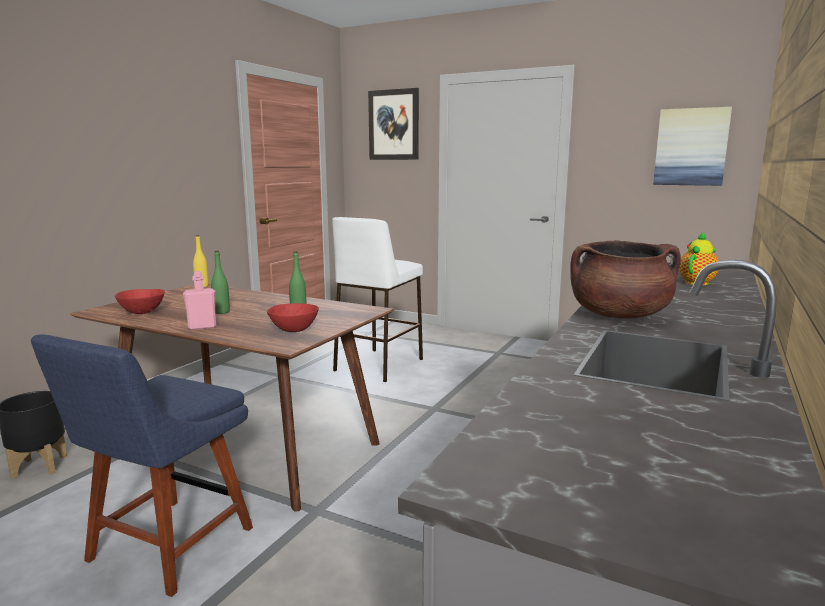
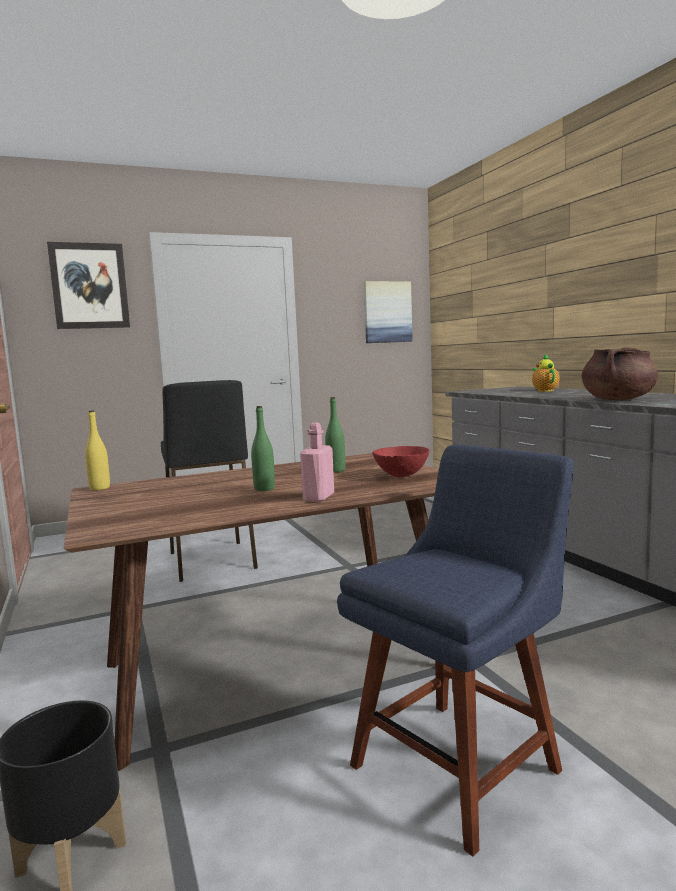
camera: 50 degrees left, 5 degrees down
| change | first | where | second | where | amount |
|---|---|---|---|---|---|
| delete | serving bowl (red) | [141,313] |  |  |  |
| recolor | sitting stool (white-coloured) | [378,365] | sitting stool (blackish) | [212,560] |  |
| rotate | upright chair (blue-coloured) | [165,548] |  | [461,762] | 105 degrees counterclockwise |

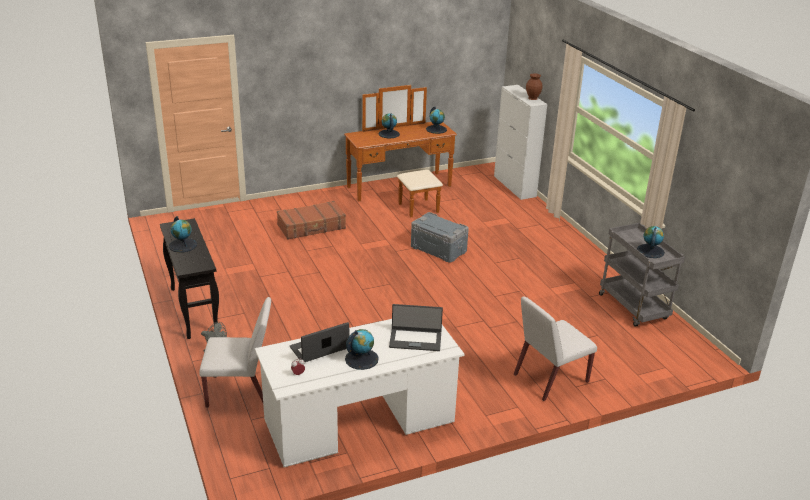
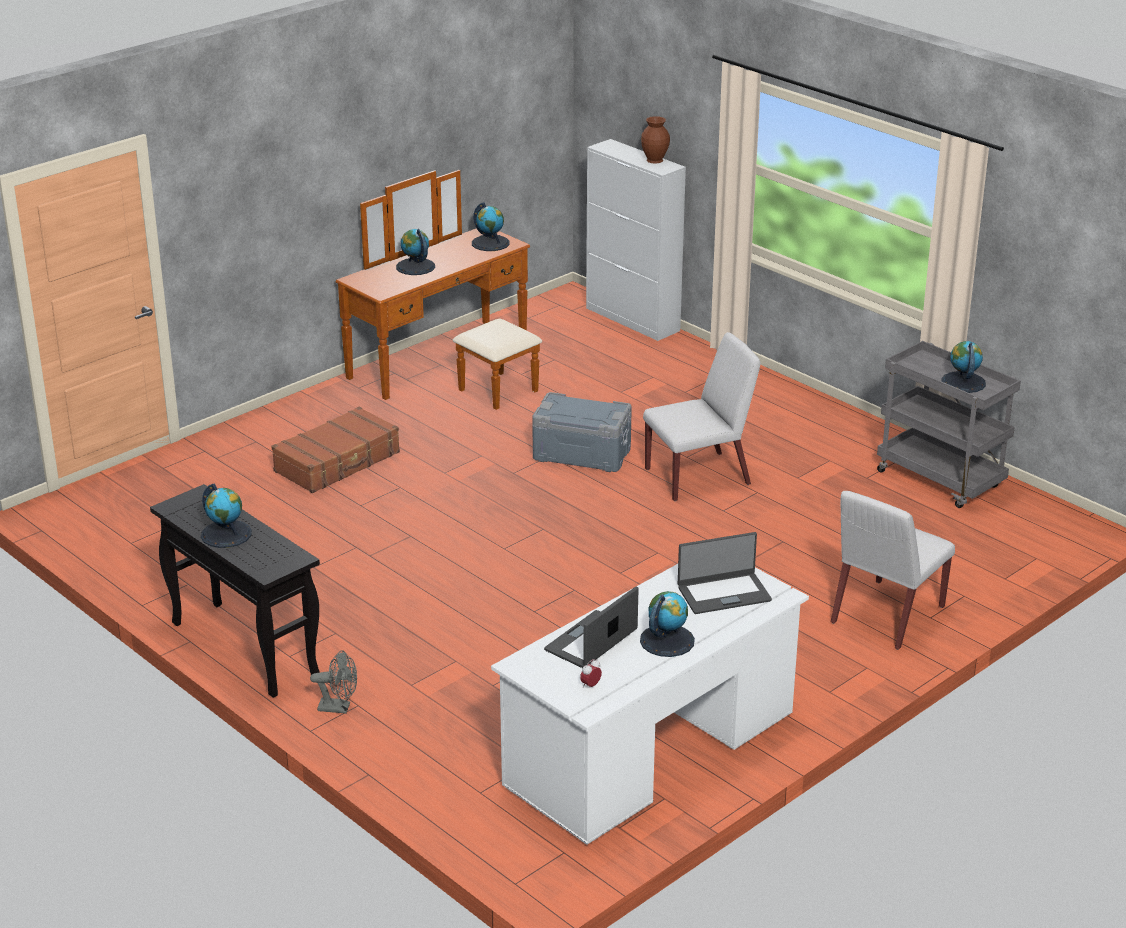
camera: 20 degrees left, 0 degrees up
| change | first | where | second | where | amount |
|---|---|---|---|---|---|
| move | upright chair (white-coloured) | [241,392] |  | [699,476] |  |

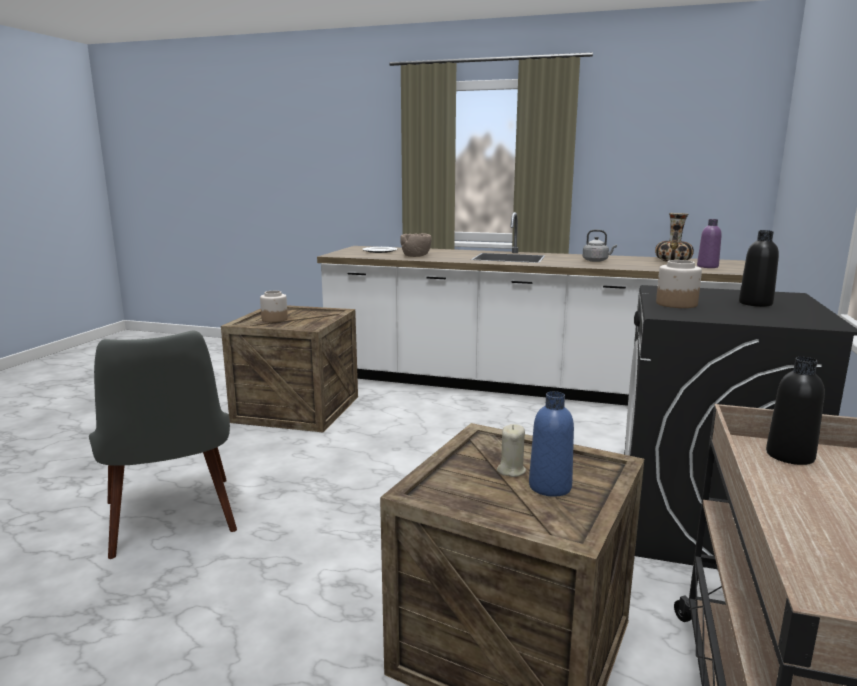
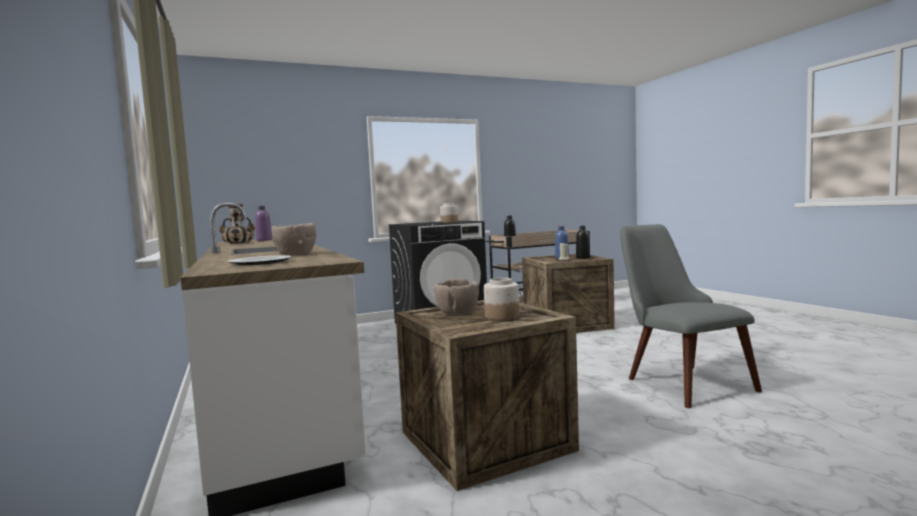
camera: 130 degrees left, 10 degrees down
| change | first | where | second | where | amount |
|---|---|---|---|---|---|
| delete | water kettle (grey) | [596,261] |  |  |  |
| insert |  |  | serving bowl (brownish) | [457,313] |  |
| move | beverage bottle (blackish) | [755,303] |  | [583,258] |  |
| rotate | upright chair (grey) | [173,525] |  | [678,380] | 45 degrees counterclockwise |

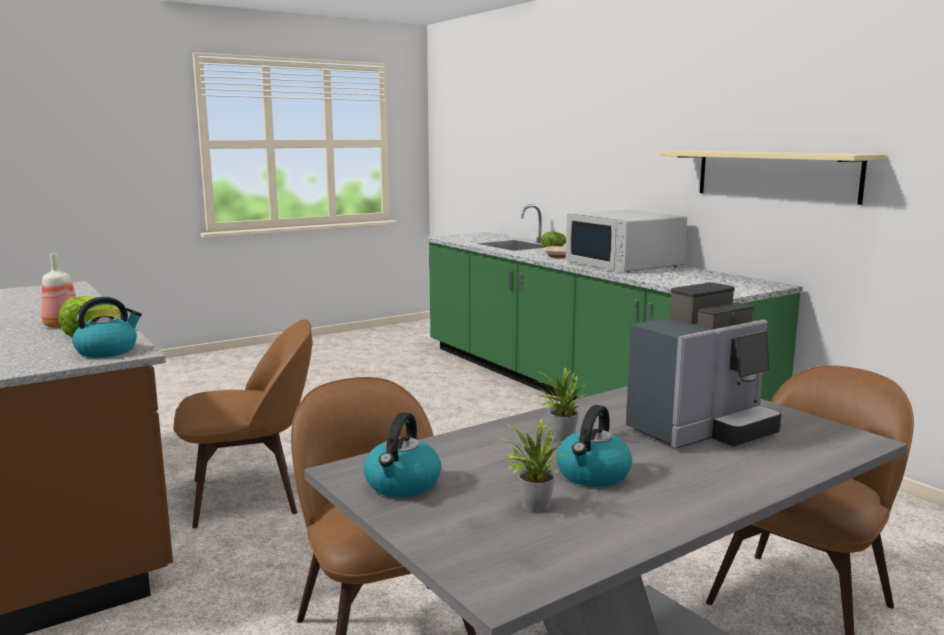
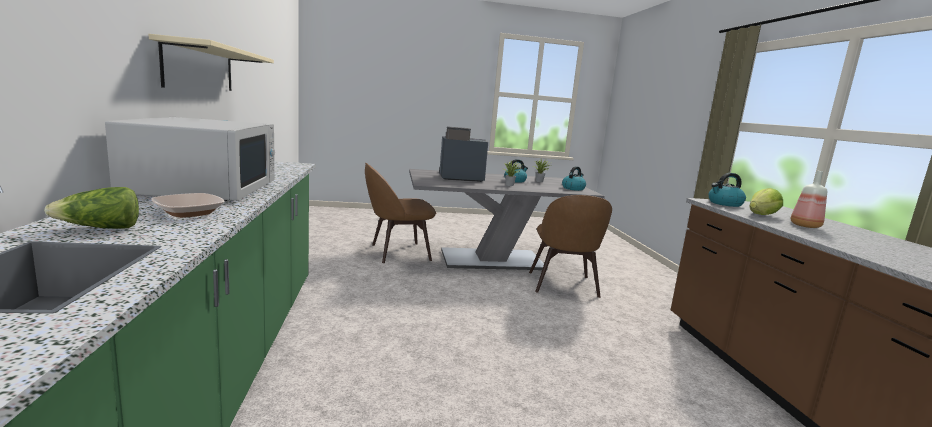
camera: 155 degrees left, 0 degrees up
| change | first | where | second | where | amount |
|---|---|---|---|---|---|
| delete | upright chair (brownish) | [250,495] |  |  |  |

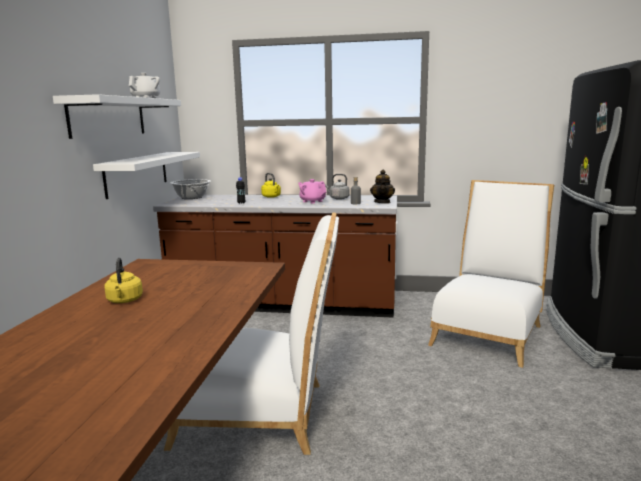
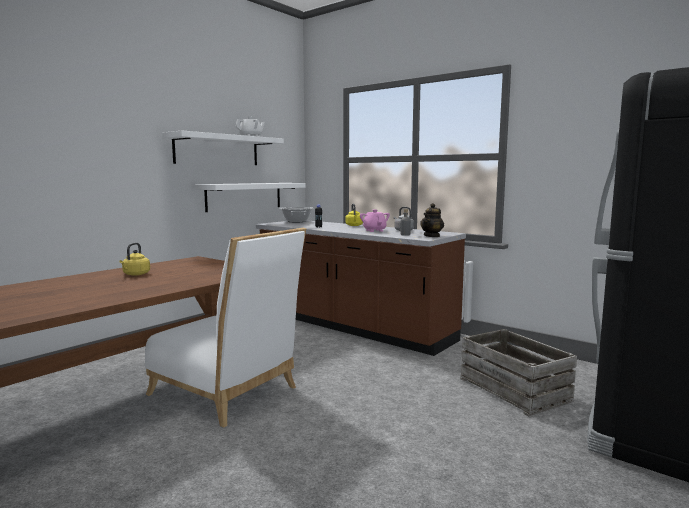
camera: 30 degrees right, 5 degrees down
| change | first | where | second | where | amount |
|---|---|---|---|---|---|
| replace | upright chair (white-coloured) | [488,332] | shipping crate | [514,389] |  |

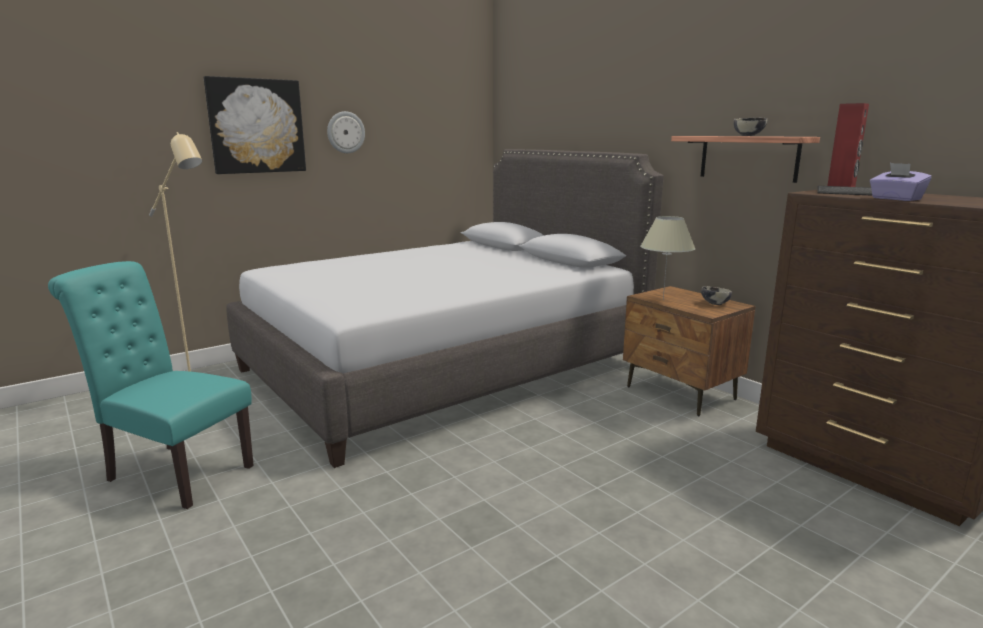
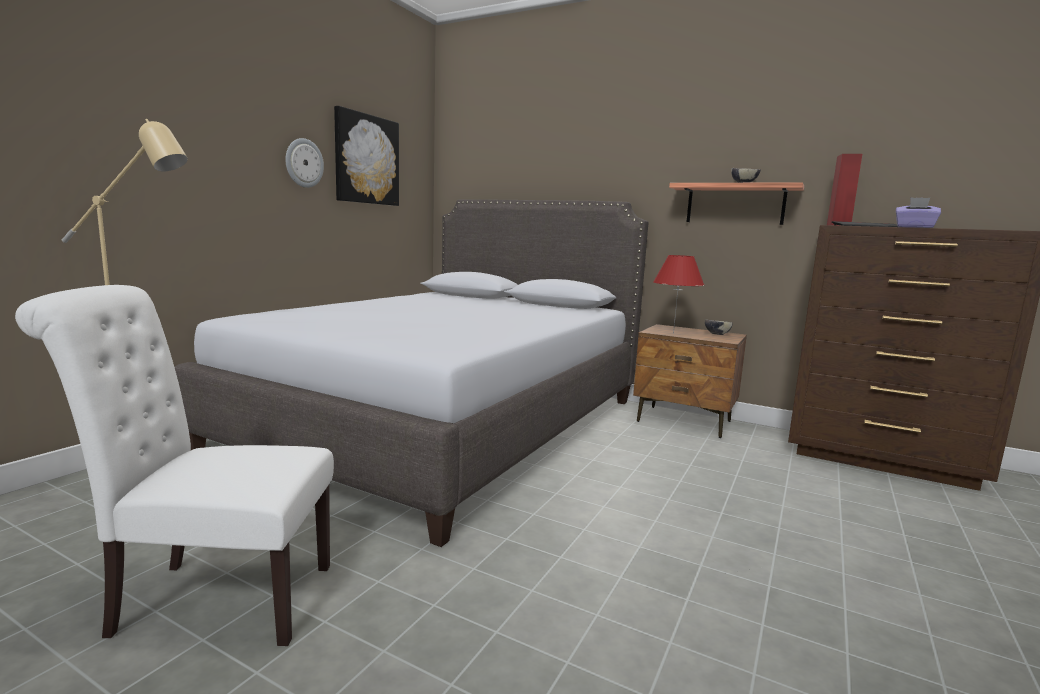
camera: 25 degrees left, 5 degrees down
| change | first | where | second | where | amount |
|---|---|---|---|---|---|
| move | wall art | [256,126] |  | [366,159] |  |
| recolor | upright chair (turquoise-coloured) | [173,472] | upright chair (white-coloured) | [212,599] |  |
| recolor | tabletop lamp (beige) | [663,300] | tabletop lamp (red) | [673,333] |  |

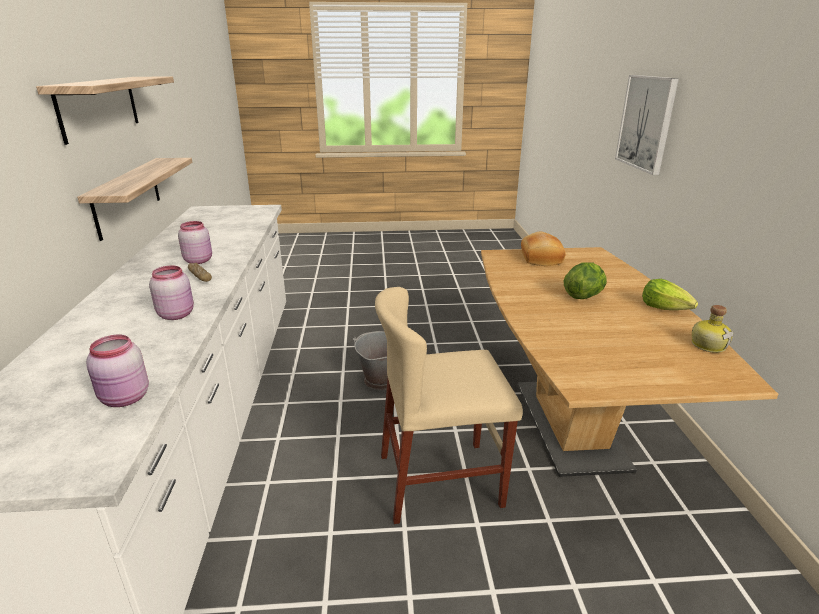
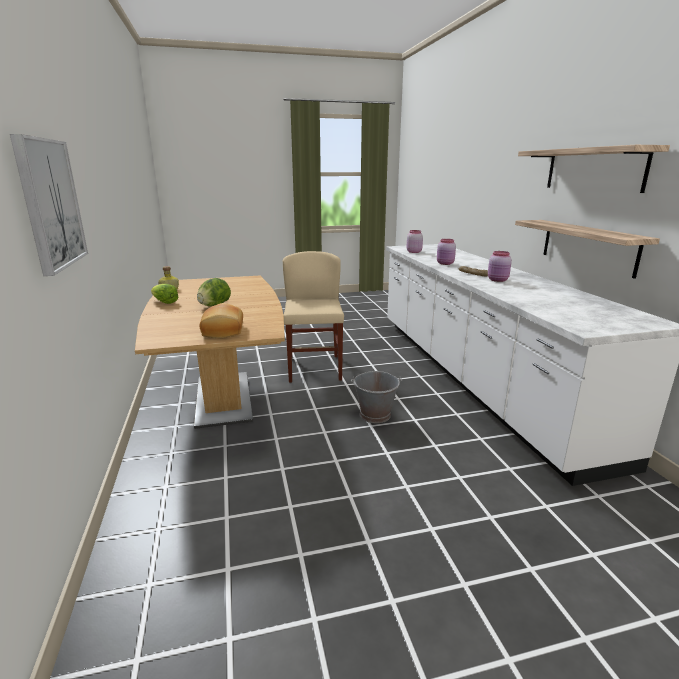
camera: 170 degrees right, 5 degrees down
| change | first | where | second | where | amount |
|---|---|---|---|---|---|
| rotate | upright chair (beige) | [440,480] |  | [314,368] | 75 degrees counterclockwise |

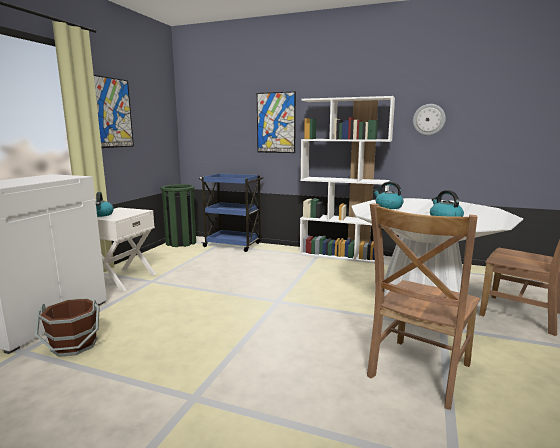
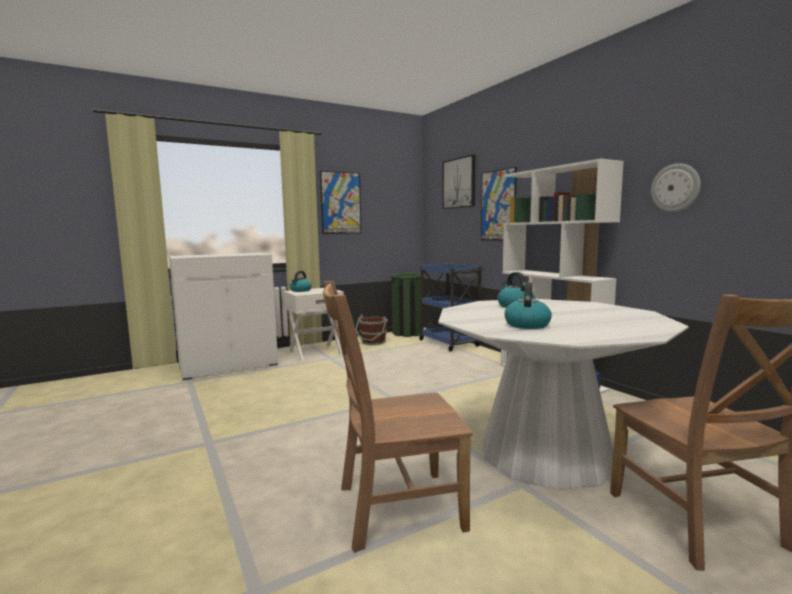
camera: 40 degrees right, 5 degrees down
| change | first | where | second | where | amount |
|---|---|---|---|---|---|
| insert |  |  | wall art | [459,183] |  |
| move | bucket (brownish) | [74,345] |  | [373,342] |  |

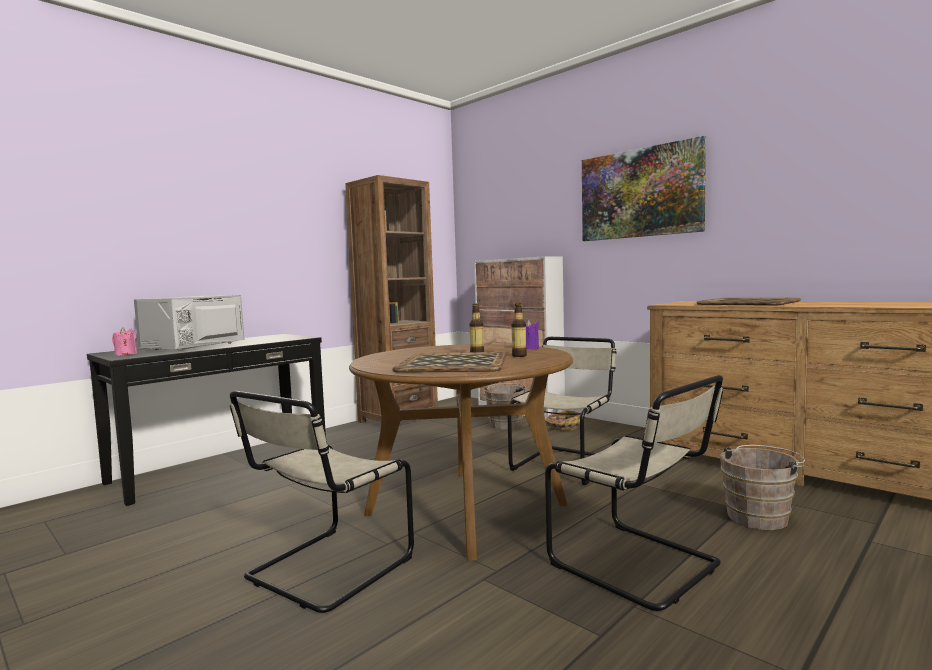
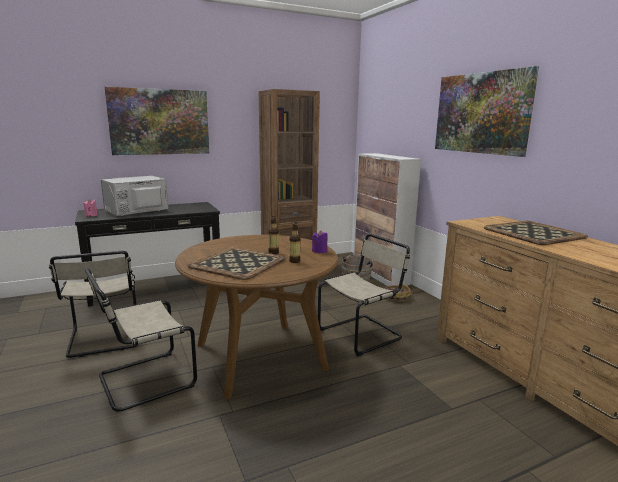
camera: 20 degrees right, 10 degrees up
| change | first | where | second | where | amount |
|---|---|---|---|---|---|
| delete | bucket (brownish) | [760,516] |  |  |  |
| insert |  |  | wall art | [159,122] |  |
| move | upright chair (beige) | [639,566] |  | [104,339] |  |

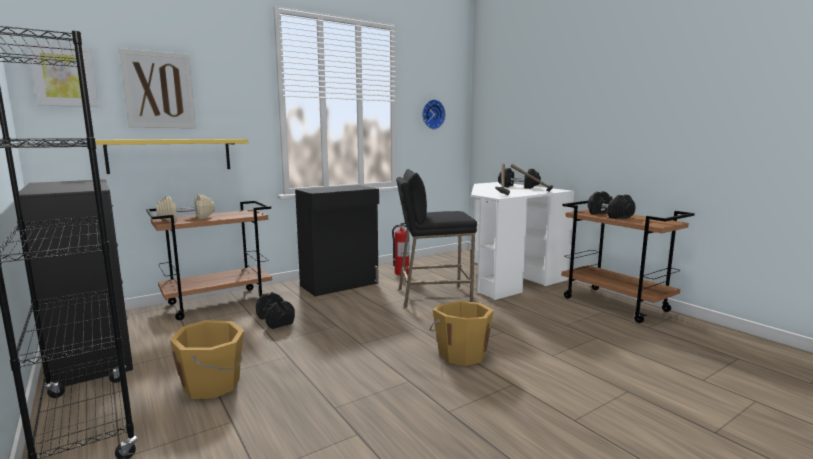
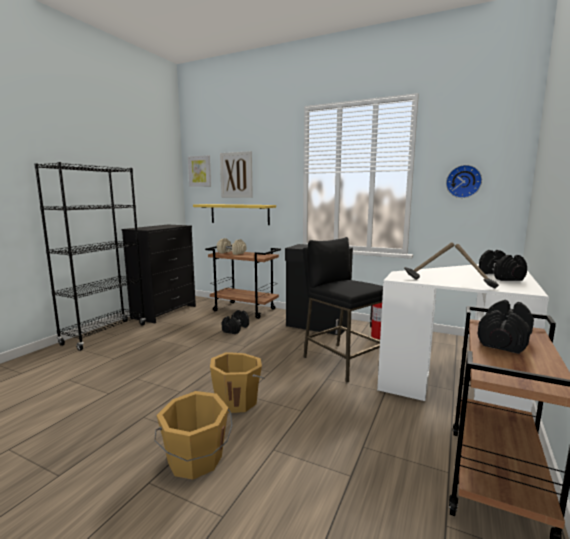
camera: 60 degrees right, 0 degrees up
| change | first | where | second | where | amount |
|---|---|---|---|---|---|
| move | bucket (orange) | [213,385] |  | [195,460] |  |

